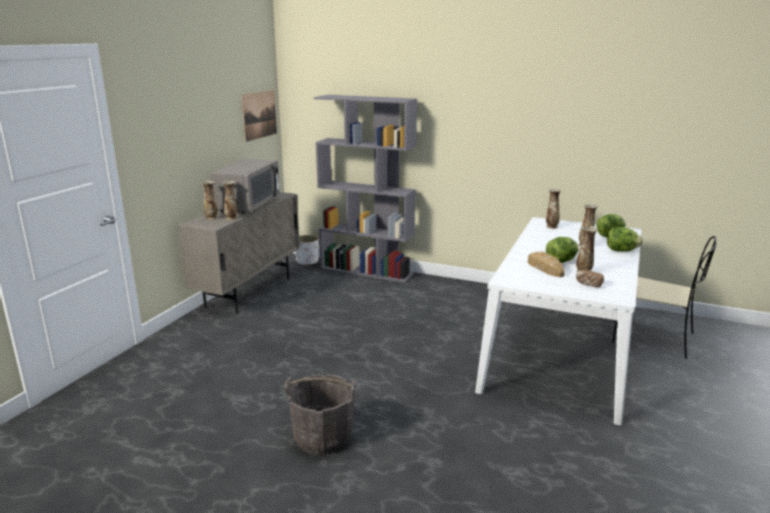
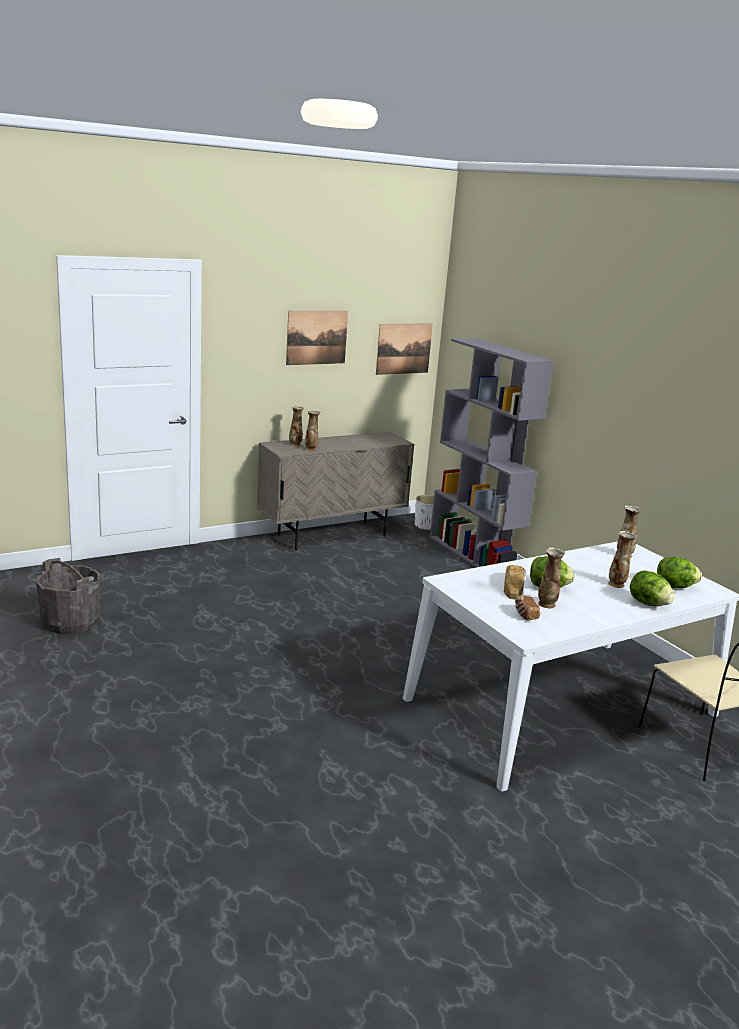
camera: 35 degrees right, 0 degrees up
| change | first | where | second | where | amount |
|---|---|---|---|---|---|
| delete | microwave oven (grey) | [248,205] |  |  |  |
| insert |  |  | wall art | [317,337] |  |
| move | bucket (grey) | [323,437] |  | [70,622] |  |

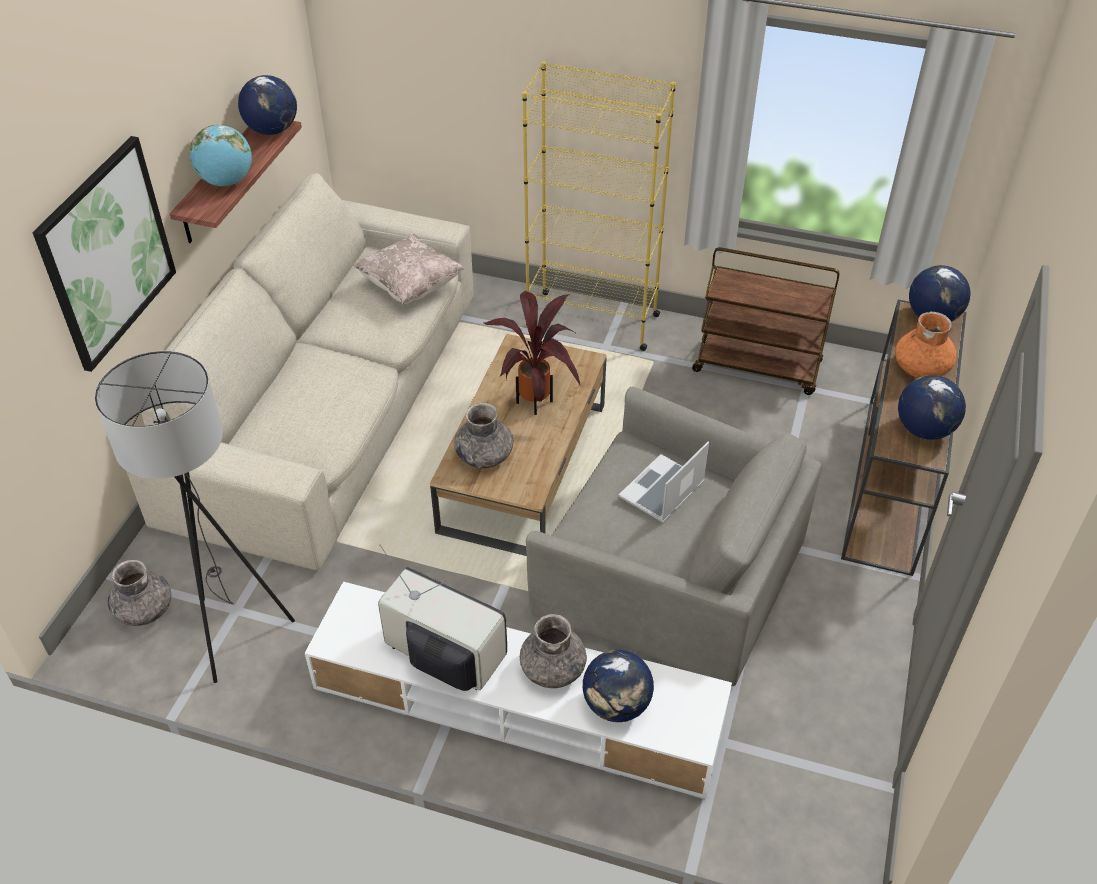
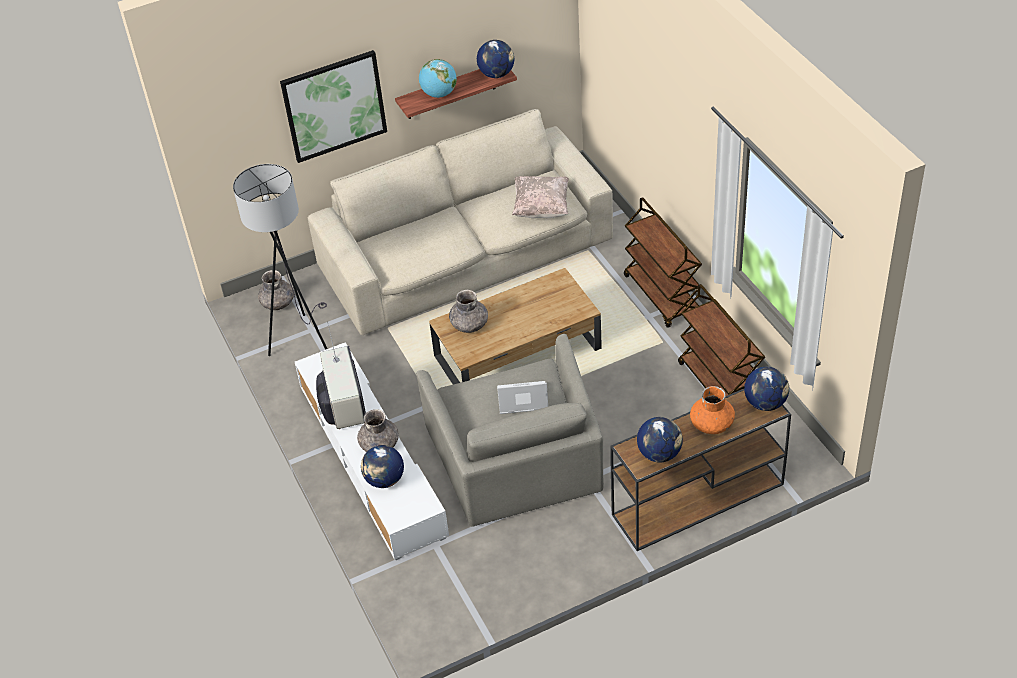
camera: 50 degrees right, 0 degrees up
| change | first | where | second | where | amount |
|---|---|---|---|---|---|
| delete | plant in a pot | [538,401] |  |  |  |
| replace | bookshelf (yellowish) | [592,320] | wheeled cart (brownish) | [662,295] |  |

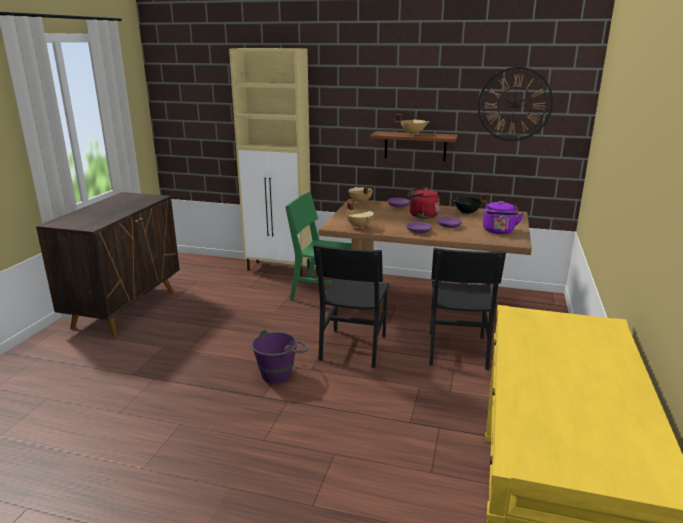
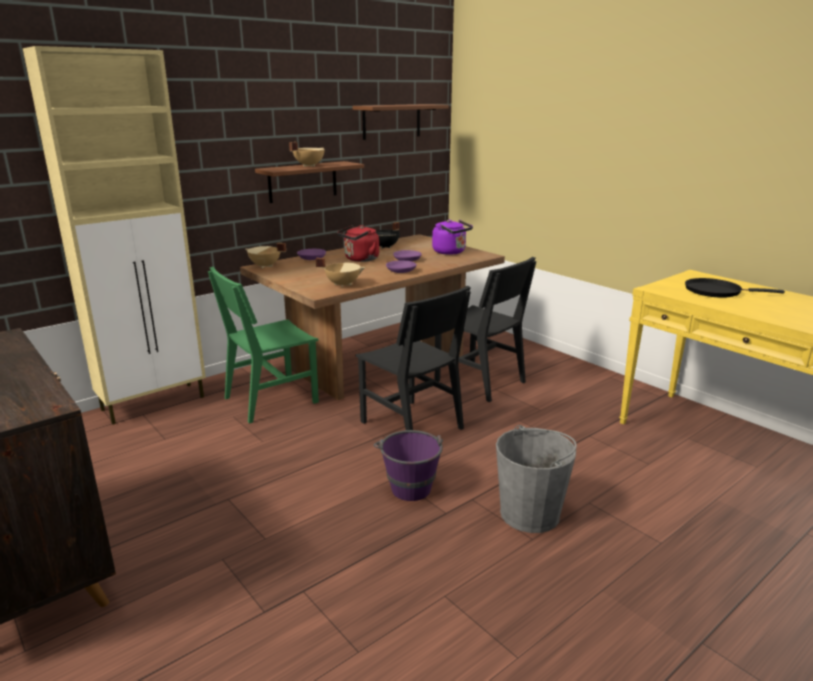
camera: 55 degrees left, 0 degrees up
| change | first | where | second | where | amount |
|---|---|---|---|---|---|
| insert |  |  | bucket (grey) | [530,513] |  |
| insert |  |  | pan (blackish) | [716,291] |  |
| replace | clock on the wall | [514,104] | shelf (brownish) | [391,121] |  |

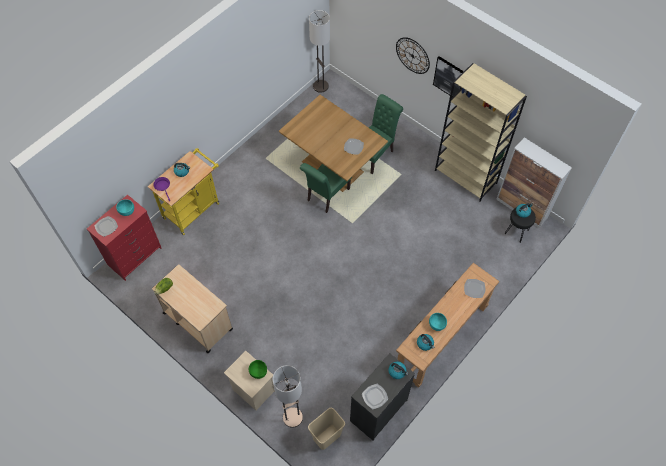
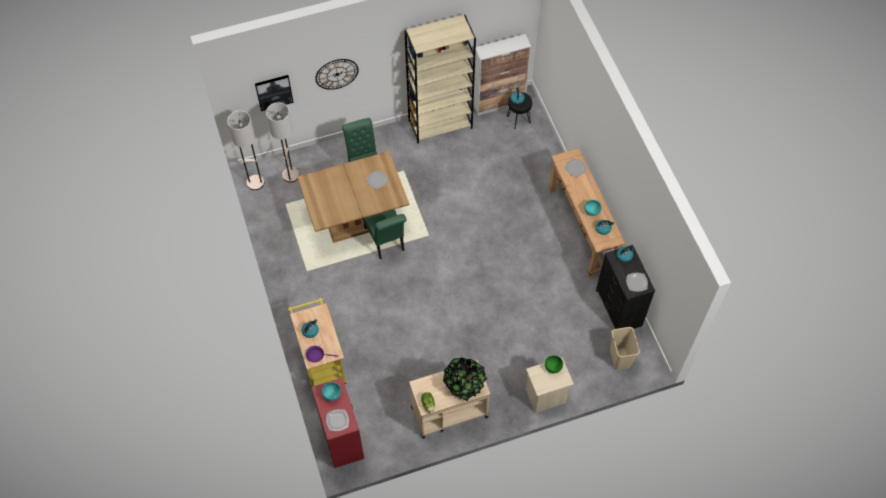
camera: 60 degrees left, 0 degrees up
| change | first | where | second | where | amount |
|---|---|---|---|---|---|
| insert |  |  | plant in a pot | [464,384] |  |
| move | standard lamp | [292,417] |  | [290,175] |  |
| move | wall art | [449,78] |  | [274,92] |  |

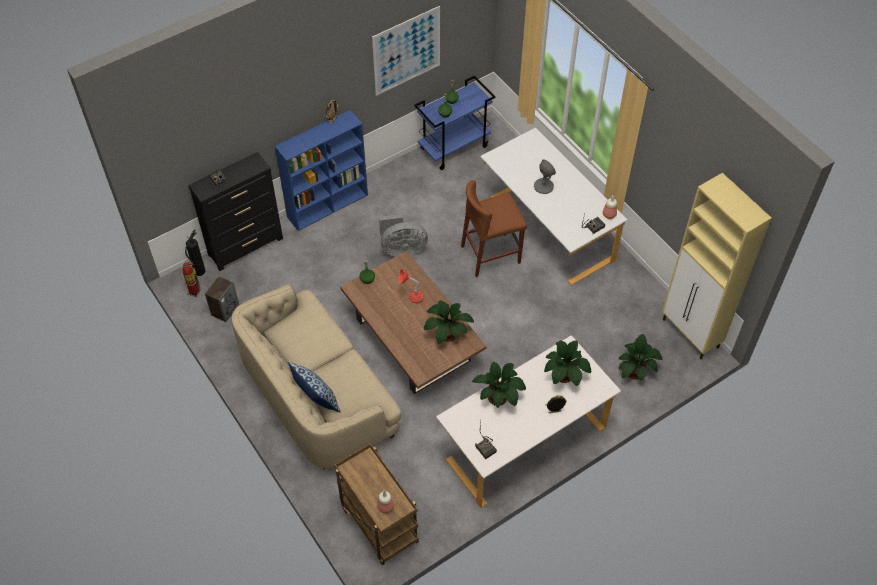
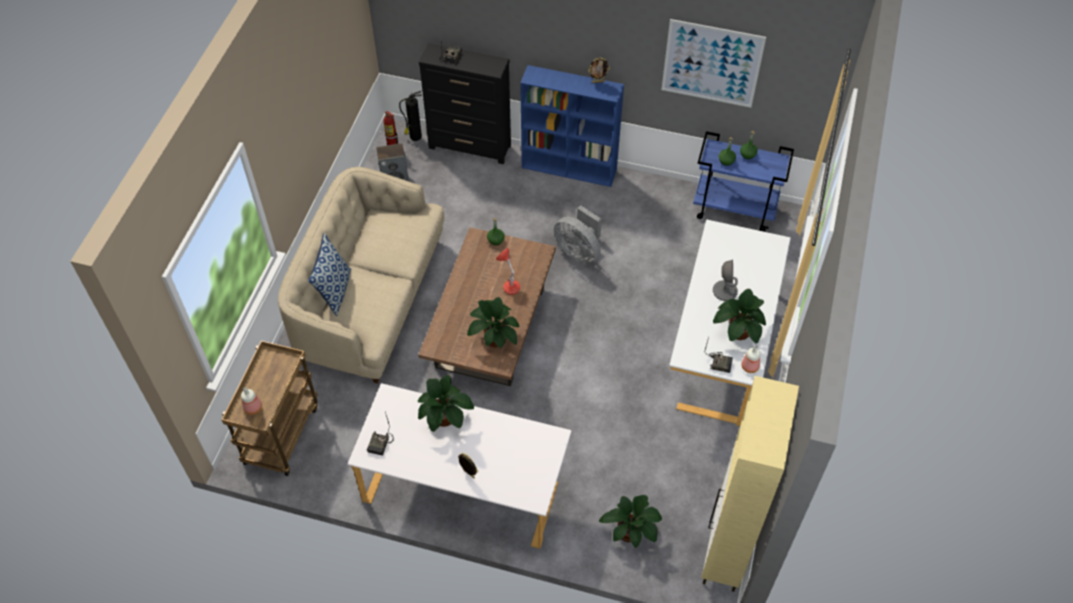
camera: 50 degrees right, 0 degrees up
| change | first | where | second | where | amount |
|---|---|---|---|---|---|
| delete | sitting stool (brownish) | [491,254] |  |  |  |
| move | plant in a pot | [564,376] |  | [738,332] |  |

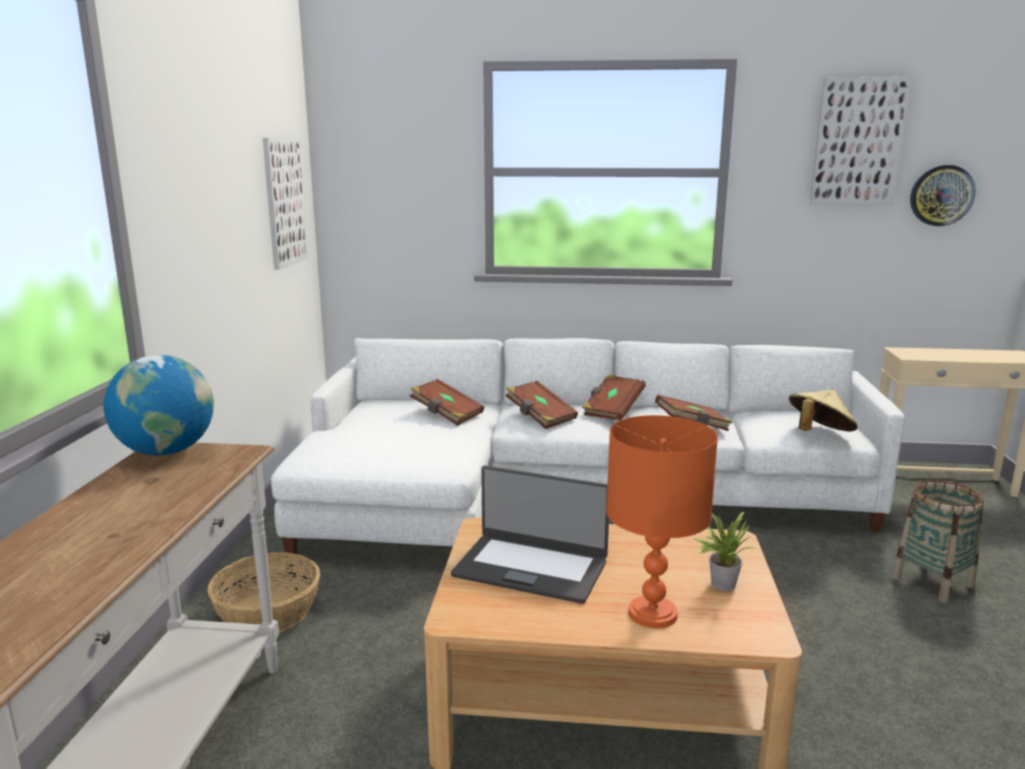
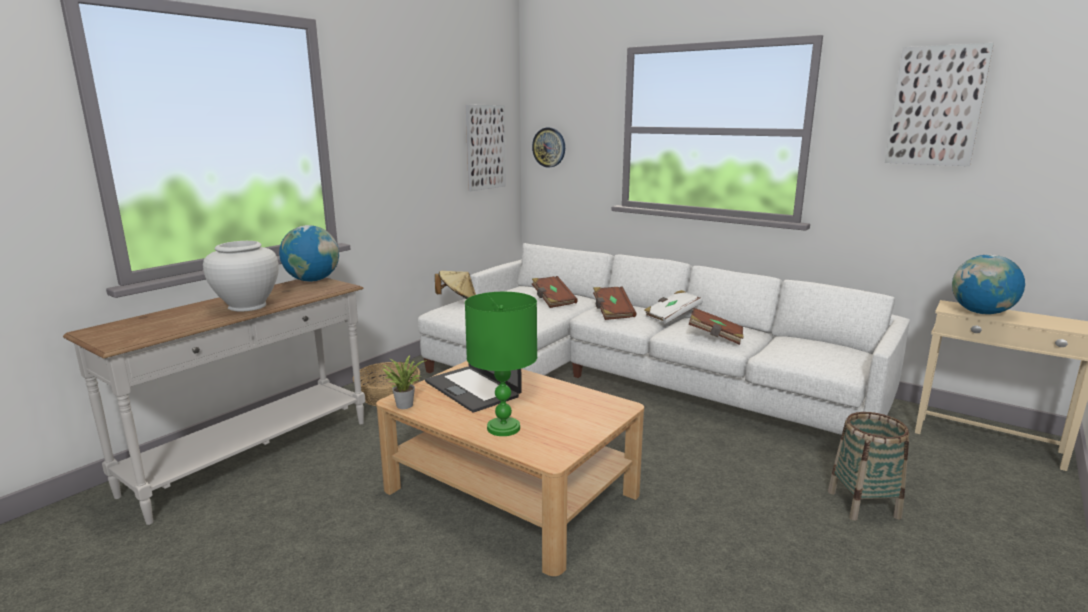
camera: 30 degrees right, 0 degrees up
| change | first | where | second | where | amount |
|---|---|---|---|---|---|
| insert |  |  | vase (white-coloured) | [247,306] |  |
| insert |  |  | desk globe | [981,313] |  |
| move | plant in a pot | [720,583] |  | [404,404] |  |
| move | hat (beige) | [819,434] |  | [458,300] |  |
| move | clock on the wall | [941,195] |  | [549,147] |  |
| recolor | bound book (brownish) | [612,410] | bound book (white-coloured) | [671,316] |  |
| recolor | tabletop lamp (orange) | [651,614] | tabletop lamp (greenish) | [503,428] |  |

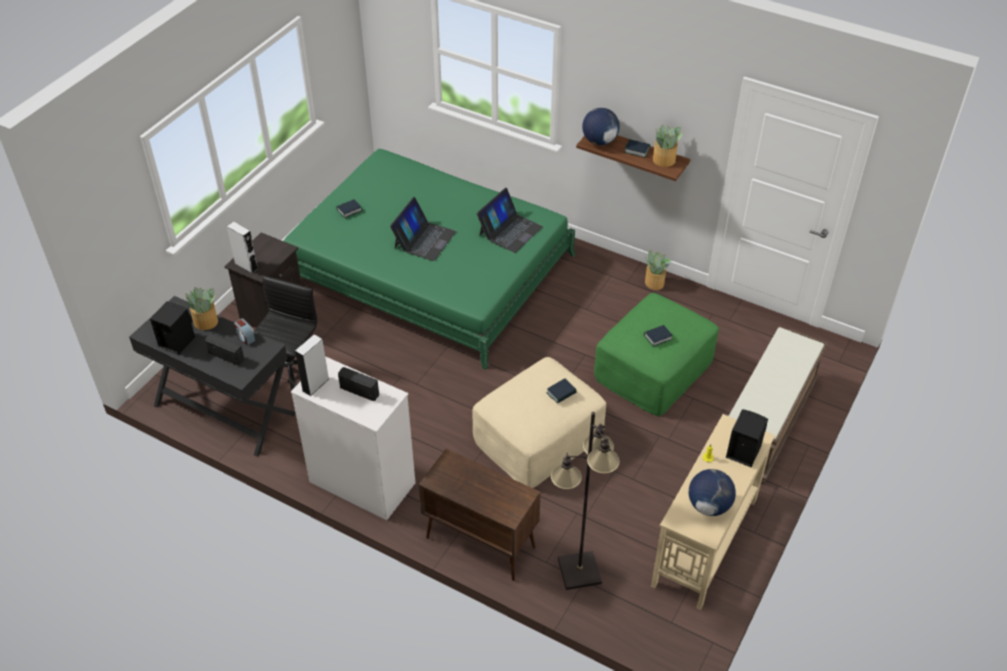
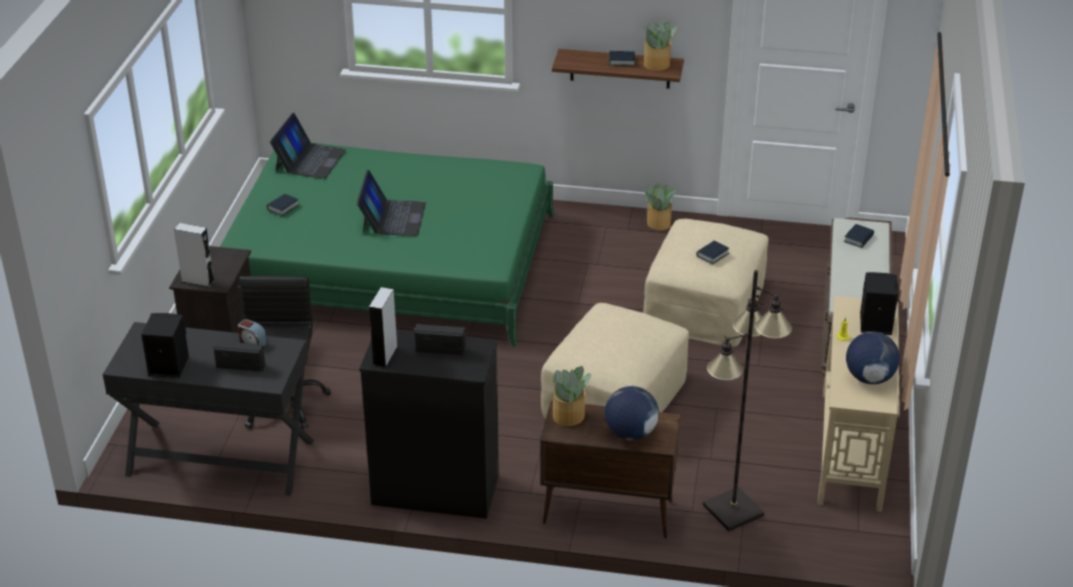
camera: 20 degrees left, 10 degrees down
| change | first | where | second | where | amount |
|---|---|---|---|---|---|
| move | plant in a pot | [206,322] |  | [569,416] |  |
| move | laptop | [510,231] |  | [310,160] |  |
| move | bound book | [561,393] |  | [858,239] |  |
| move | desk globe | [599,141] |  | [630,433] |  |
| recolor | drawer chest (white-coloured) | [361,482] | drawer chest (blackish) | [434,489] |  |
| recolor | footrest (greenish) | [654,369] | footrest (beige) | [705,304] |  |

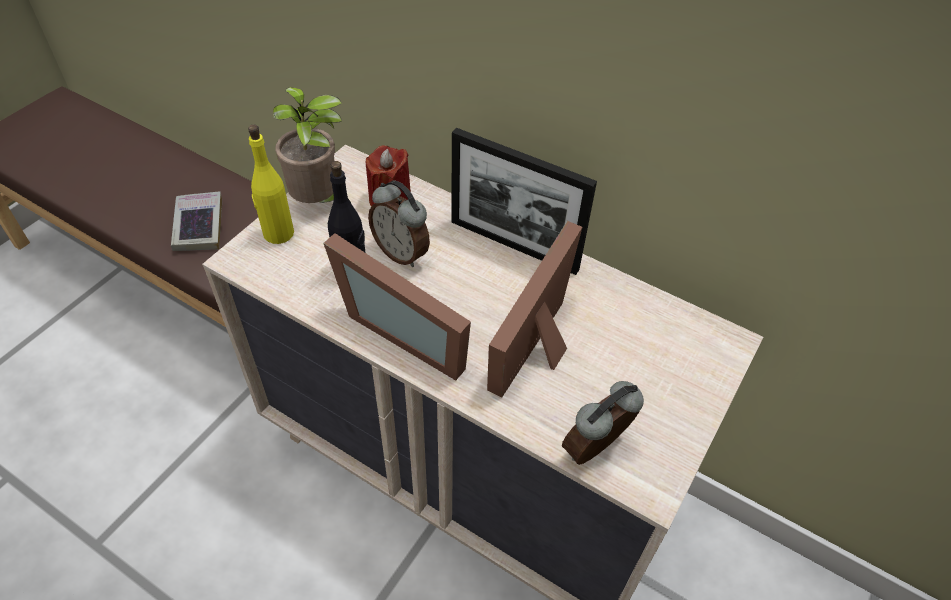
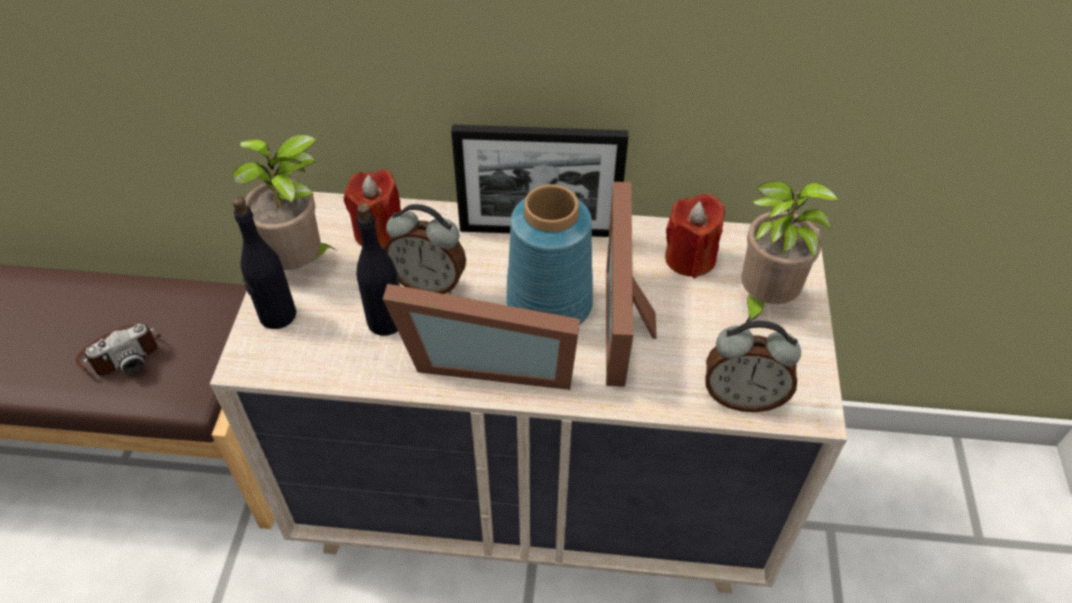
camera: 25 degrees left, 0 degrees up
| change | first | where | second | where | amount |
|---|---|---|---|---|---|
| insert |  |  | vase (blue-coloured) | [548,303] |  |
| insert |  |  | wax light (red) | [690,258] |  |
| insert |  |  | plant in a pot | [763,301] |  |
| replace | bound book | [199,226] | still camera | [121,352] |  |
| recolor | beverage bottle (yellowish) | [278,233] | beverage bottle (blackish) | [277,315] |  |
| rotate | bedside clock | [596,450] |  | [742,397] | 105 degrees counterclockwise |

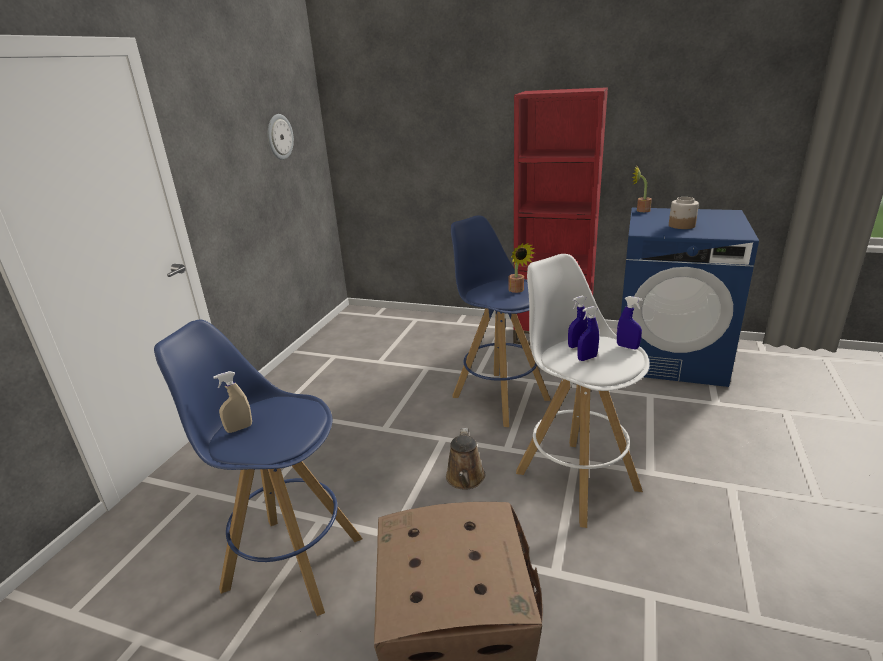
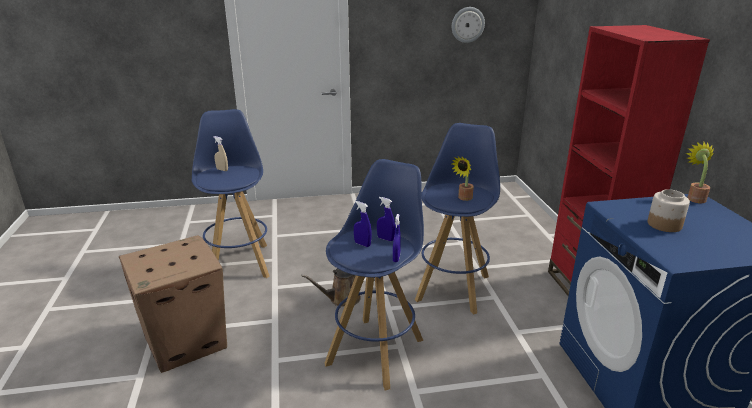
camera: 60 degrees right, 0 degrees up
| change | first | where | second | where | amount |
|---|---|---|---|---|---|
| recolor | sitting stool (white-coloured) | [576,479] | sitting stool (blue-coloured) | [376,350] |  |

